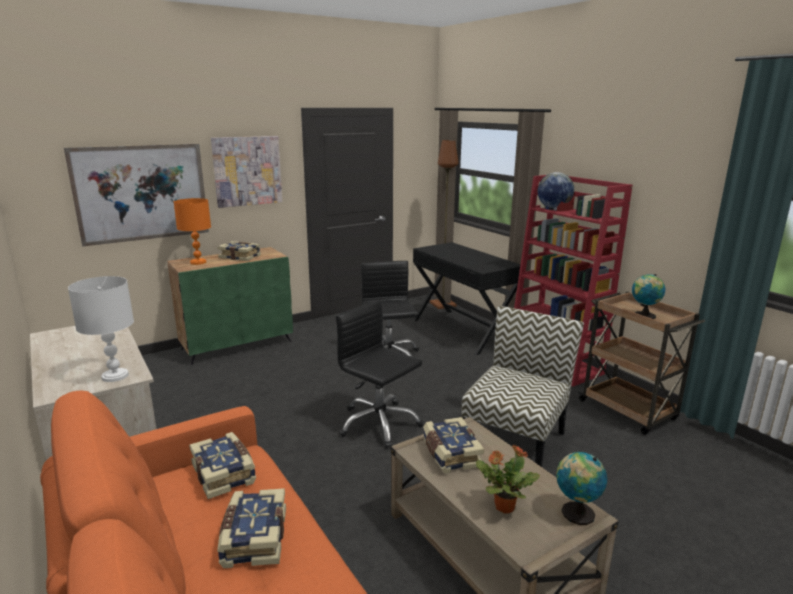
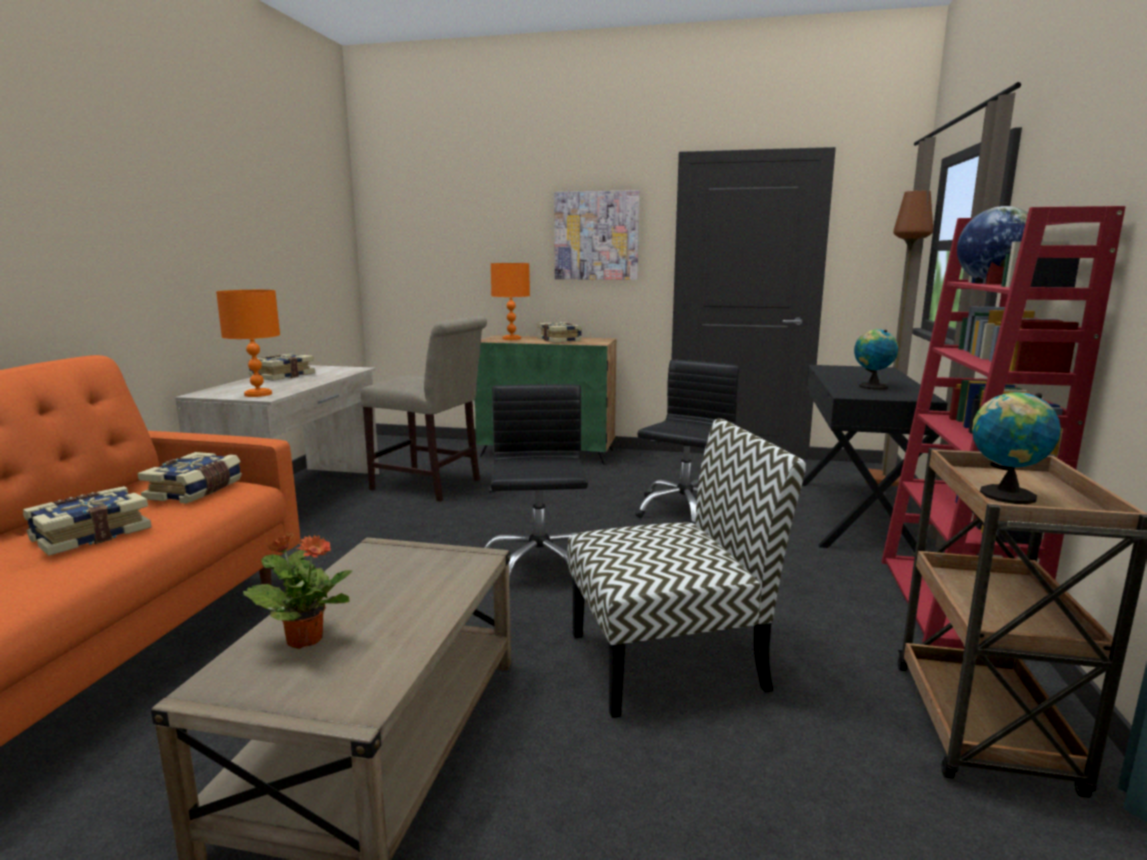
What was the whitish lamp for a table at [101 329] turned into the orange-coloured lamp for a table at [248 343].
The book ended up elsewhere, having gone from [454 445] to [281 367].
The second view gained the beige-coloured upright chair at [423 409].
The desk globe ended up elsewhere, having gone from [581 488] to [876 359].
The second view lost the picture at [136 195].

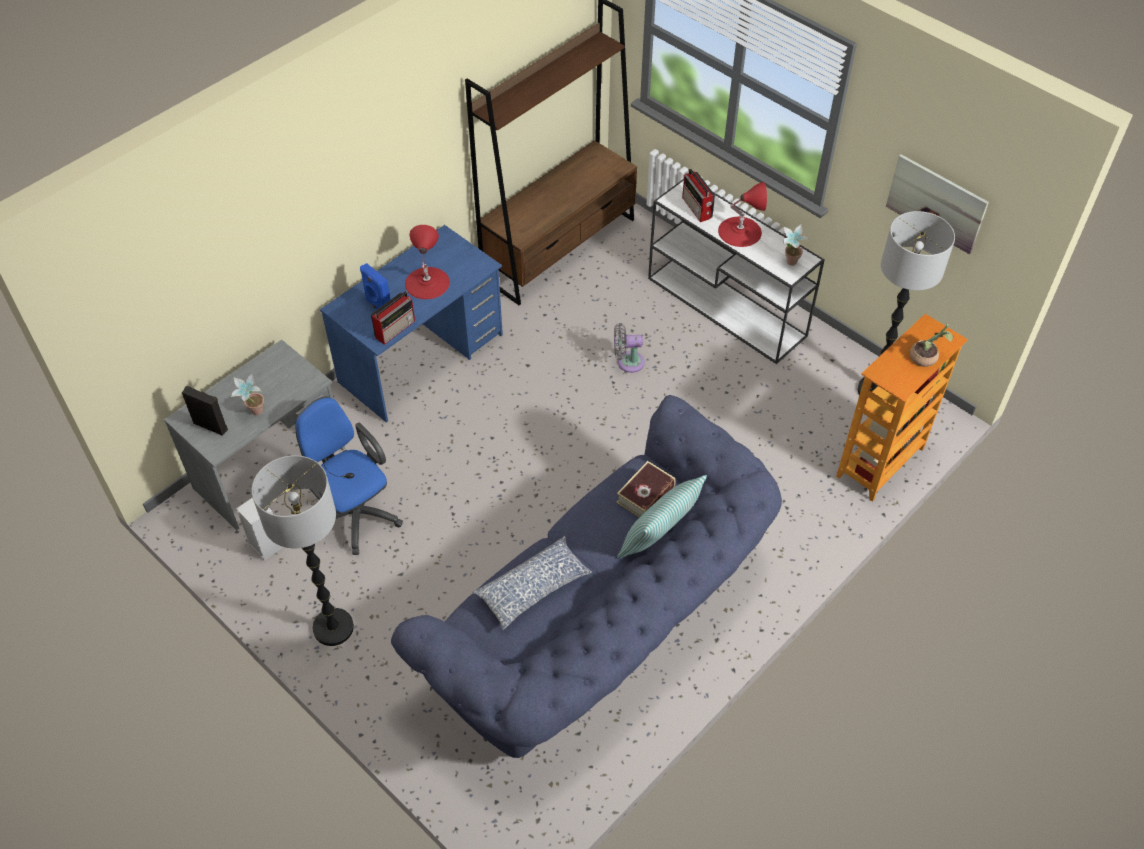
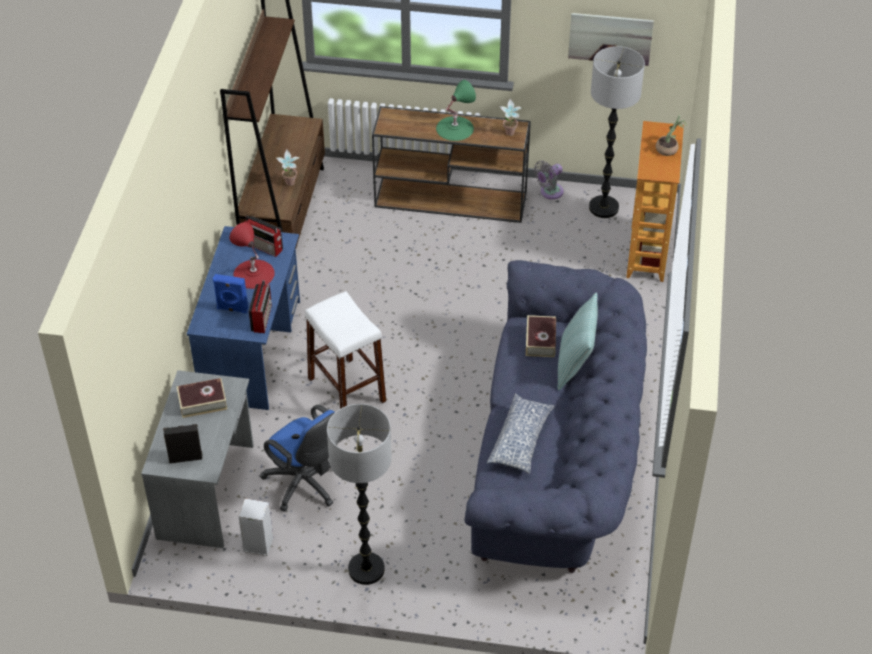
The second view gained the book at [201 398].
The radio receiver ended up elsewhere, having gone from [698 195] to [264 236].
The bluish computer chair at [349 476] ended up facing another way, 150 degrees counterclockwise from before.
The houseplant ended up elsewhere, having gone from [247 394] to [288 167].
The second view gained the whitish sitting stool at [345 350].
What was the whitish console table at [736 271] turned into the brownish console table at [451 164].
What was the red-coloured lamp for a table at [742 214] turned into the green lamp for a table at [456 110].
The gray fan ended up elsewhere, having gone from [629 348] to [548 180].

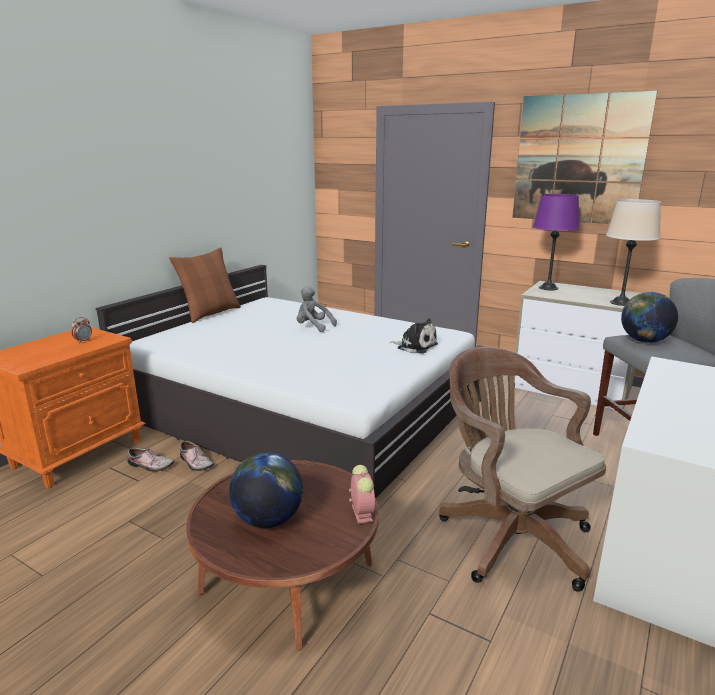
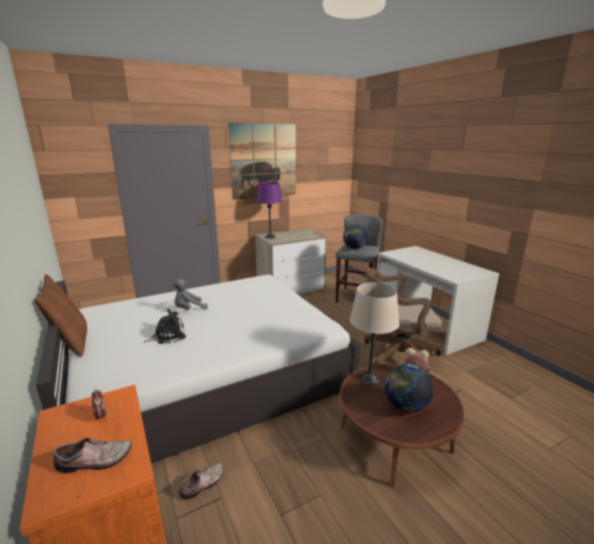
The item of footwear ended up elsewhere, having gone from [197 456] to [92 455].
The cuddly toy ended up elsewhere, having gone from [414 336] to [164 326].
The beige-coloured lamp for a table ended up elsewhere, having gone from [633 252] to [374 334].

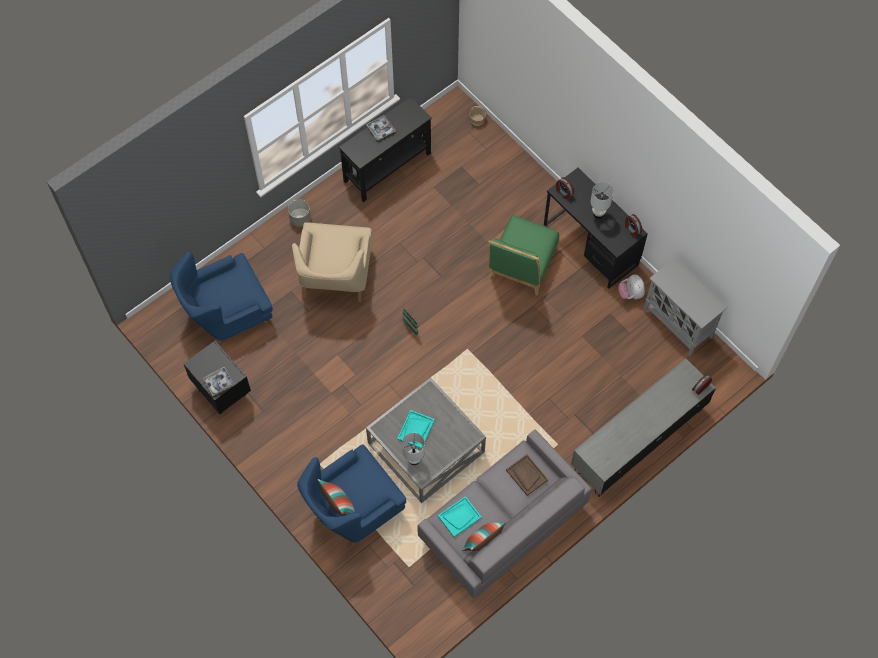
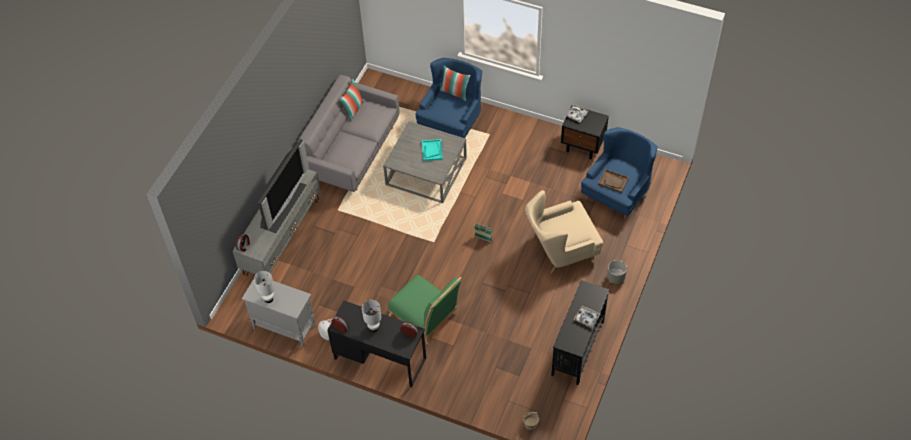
The whitish lamp for a table ended up elsewhere, having gone from [413 449] to [264 287].
The second view gained the TV at [283 186].
The green upright chair at [523 255] ended up facing another way, 135 degrees clockwise from before.
The beige-coloured armchair at [332 262] ended up facing another way, 90 degrees counterclockwise from before.
The brownish tray ended up elsewhere, having gone from [527 475] to [613 181].
The second view lost the blue-green tray at [460 516].

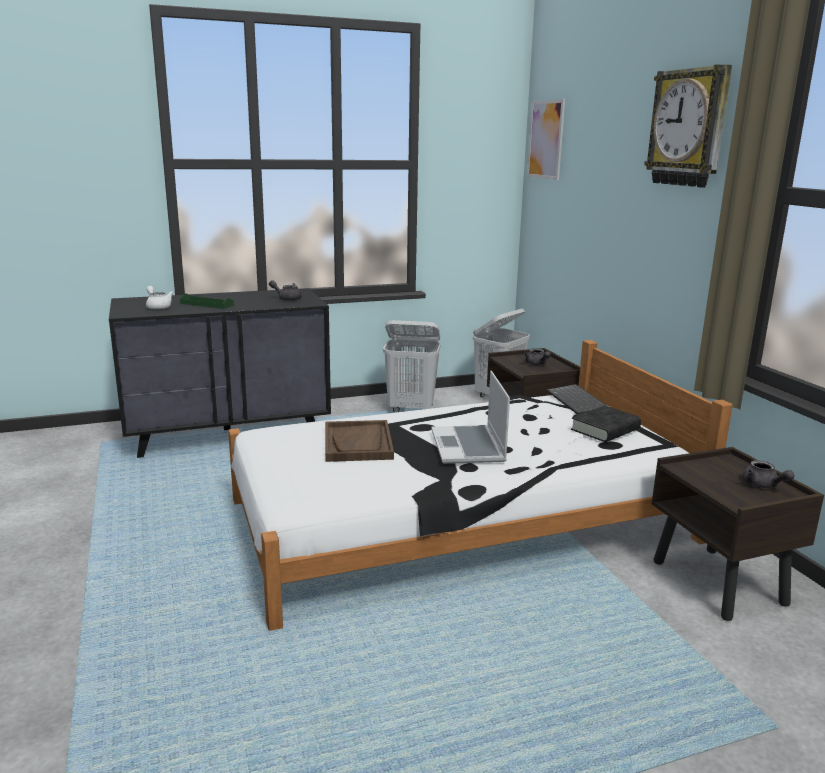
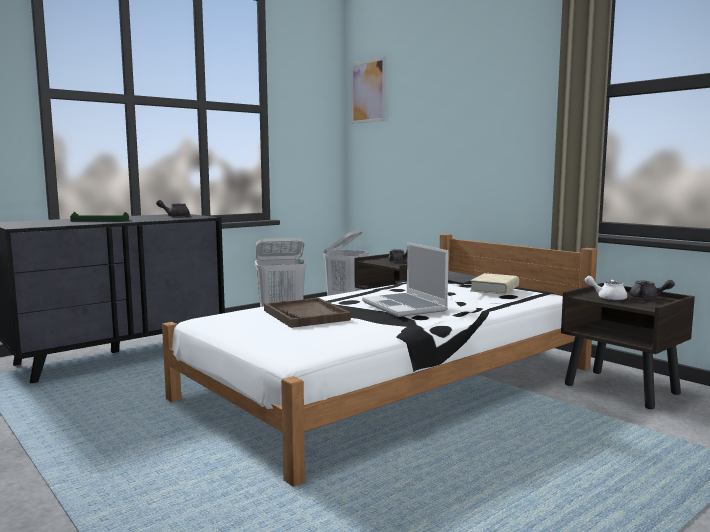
What was the black-coloured book at [606 423] turned into the beige-coloured book at [494 284].
The whitish pot for tea ended up elsewhere, having gone from [159 298] to [606 288].
The second view lost the clock on the wall at [688 126].

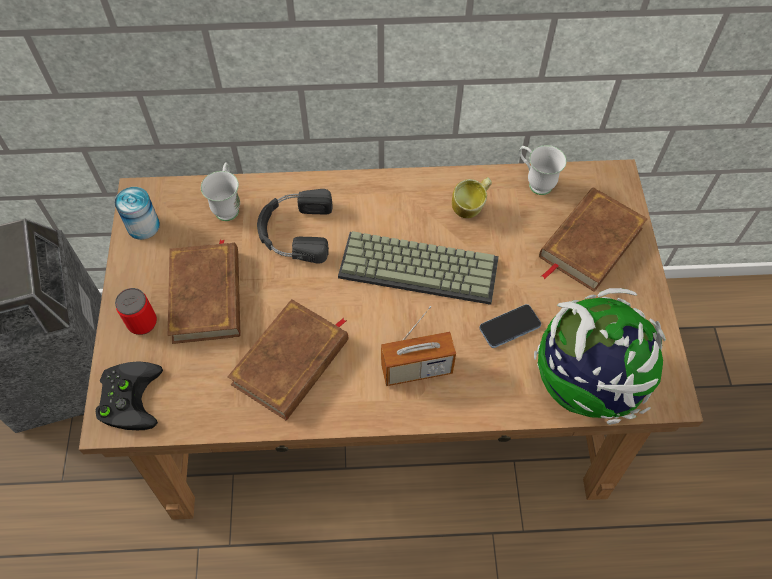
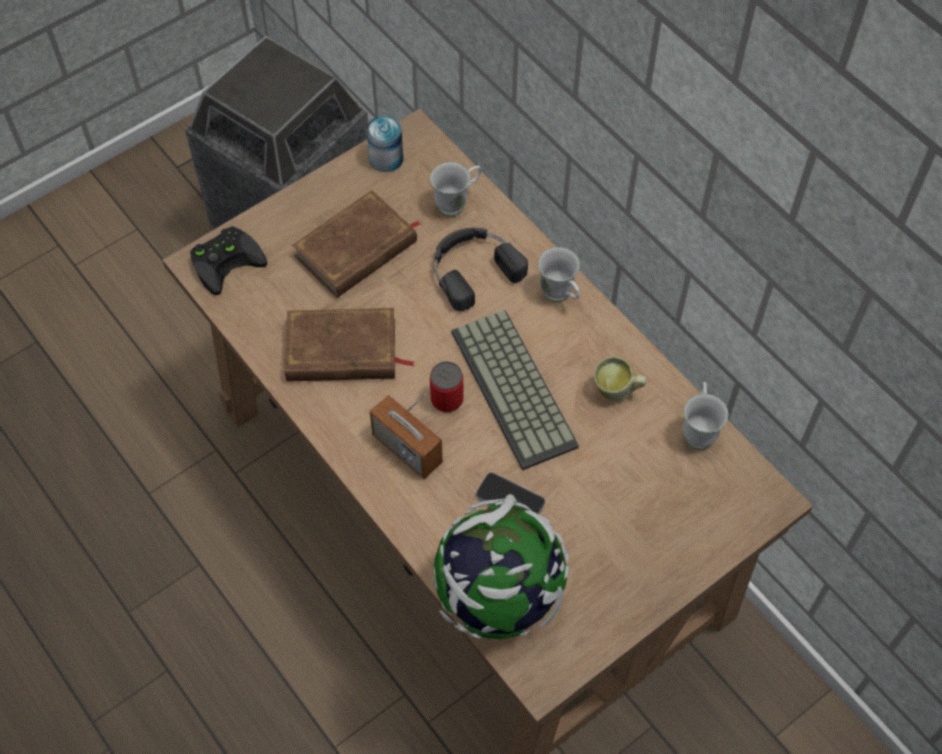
The metal can ended up elsewhere, having gone from [136 311] to [447 386].
The second view gained the whitish mug at [559 274].
The second view lost the brownish book at [593 239].

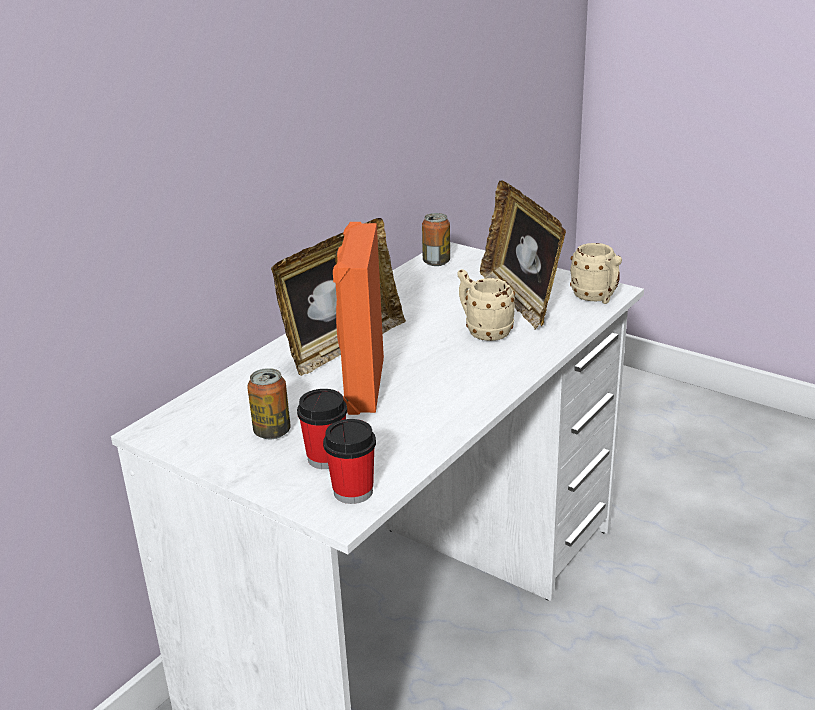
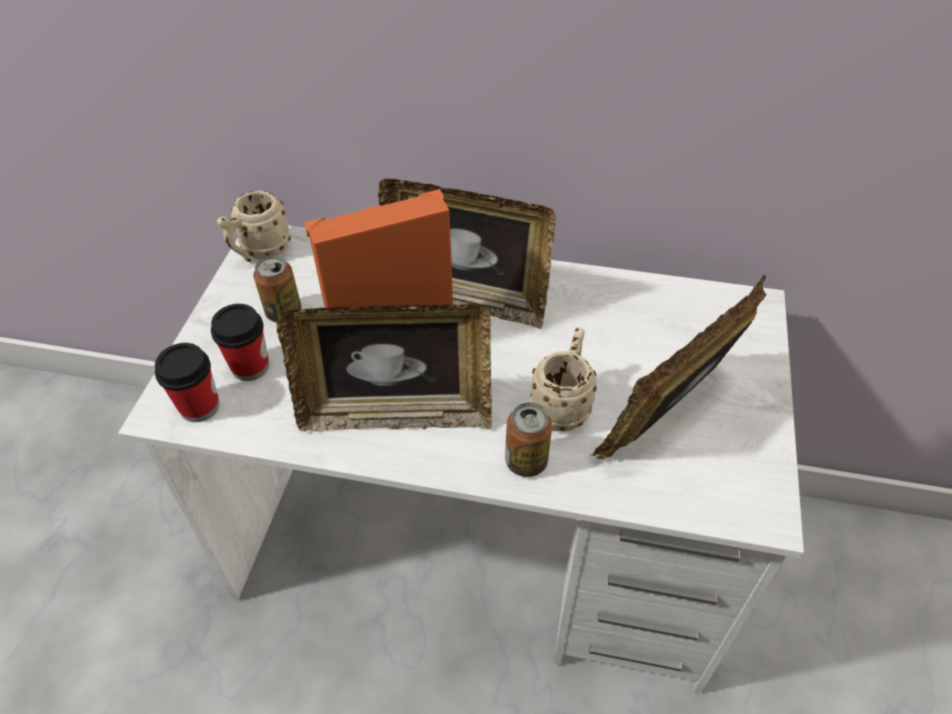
The beige-coloured mug ended up elsewhere, having gone from [596 273] to [254 226].
The second view gained the picture frame at [384 368].
The metal can ended up elsewhere, having gone from [436 239] to [528 440].

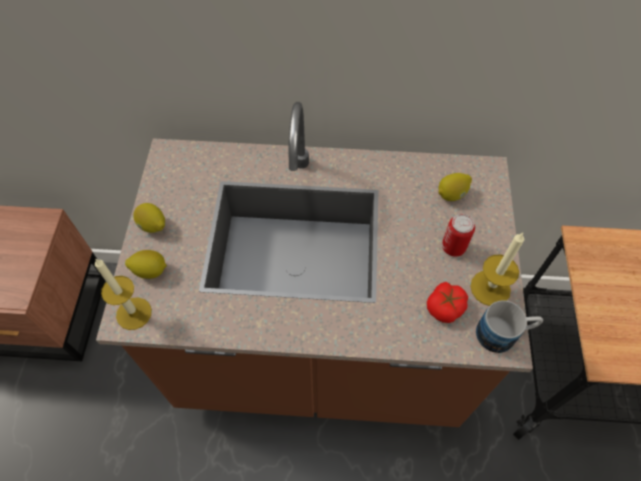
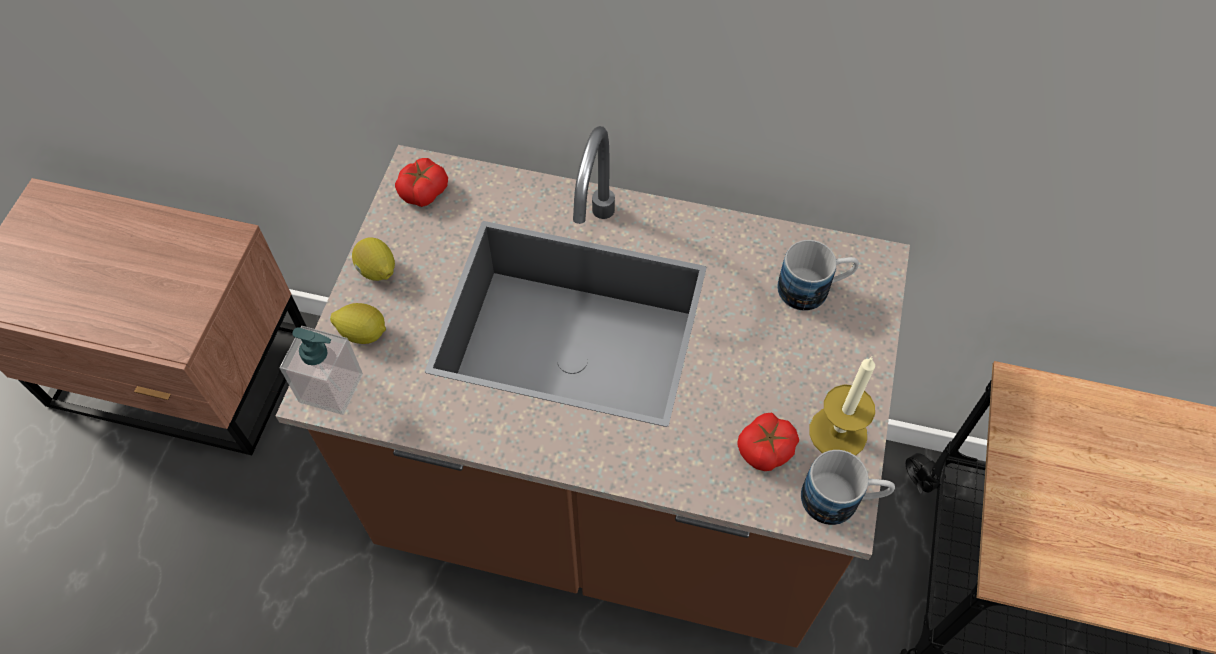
Where the candle stood at [123 294], the liquid soap bottle came to stand at [321 370].
The second view gained the whole tomato at [421 182].
Where the lemon stood at [455 187], the mug came to stand at [818 275].
The second view lost the metal can at [458 235].

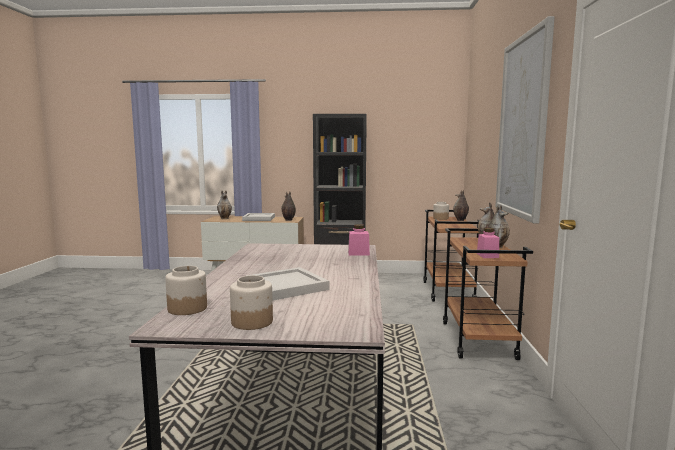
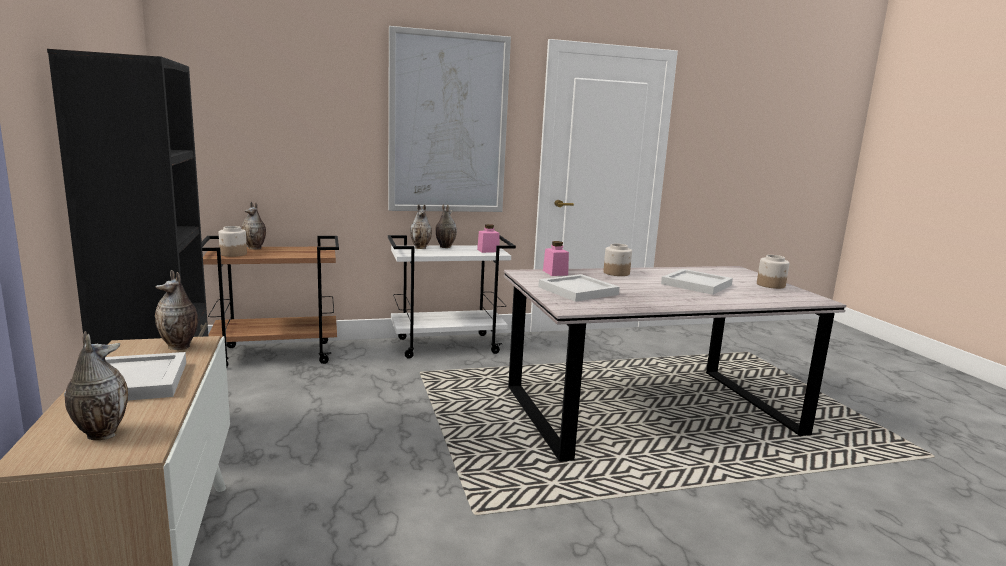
What was the brownish wheeled cart at [488 294] turned into the whitish wheeled cart at [452 297].
The second view gained the whitish tray at [578 288].
The jar ended up elsewhere, having gone from [186 290] to [617 260].

